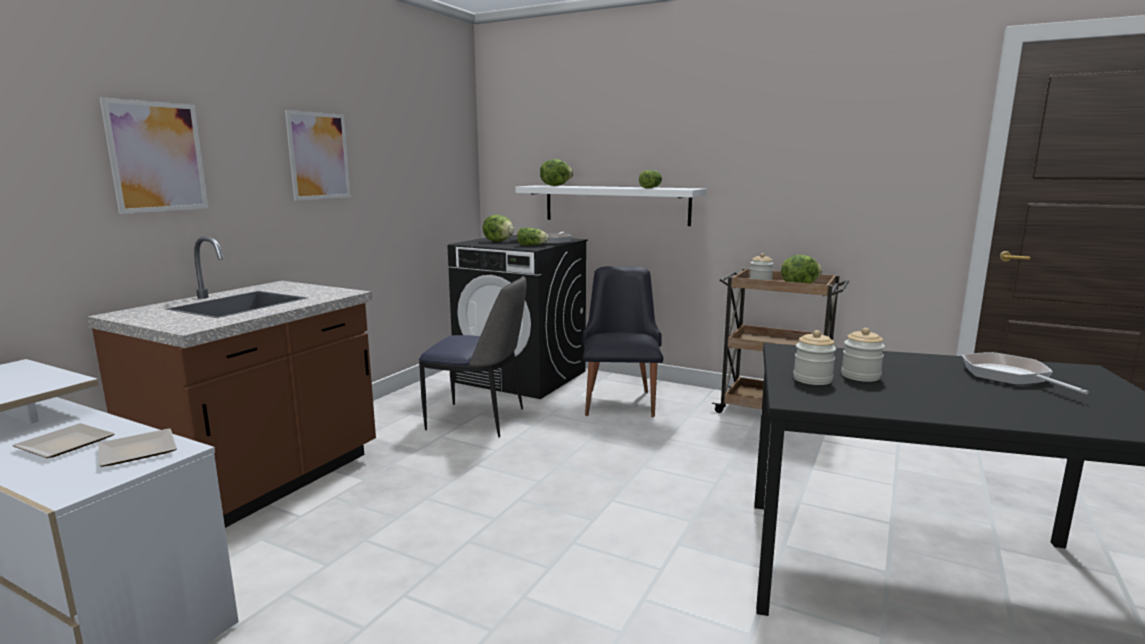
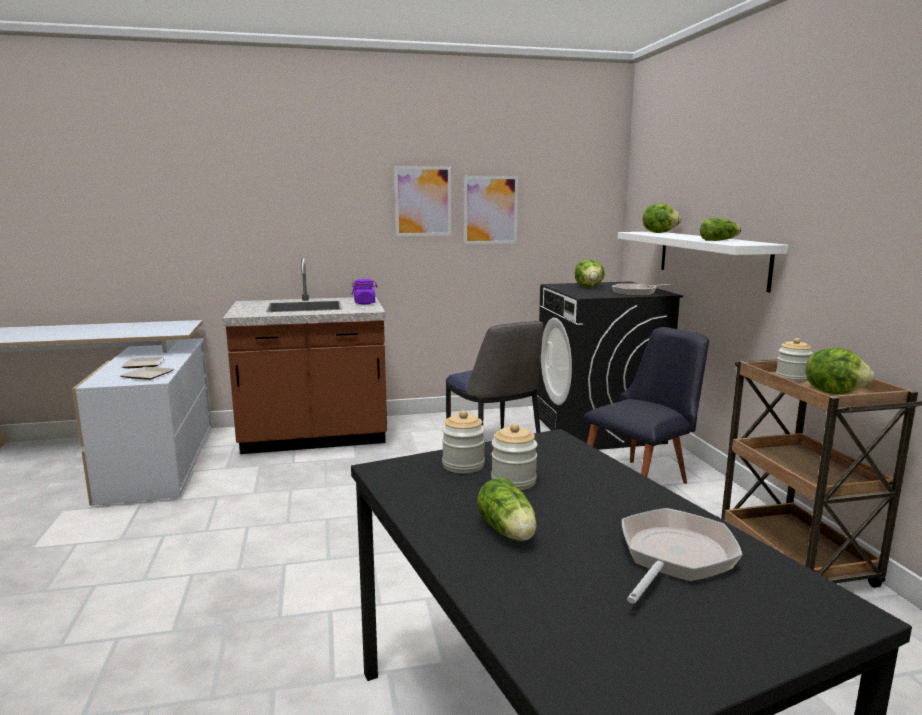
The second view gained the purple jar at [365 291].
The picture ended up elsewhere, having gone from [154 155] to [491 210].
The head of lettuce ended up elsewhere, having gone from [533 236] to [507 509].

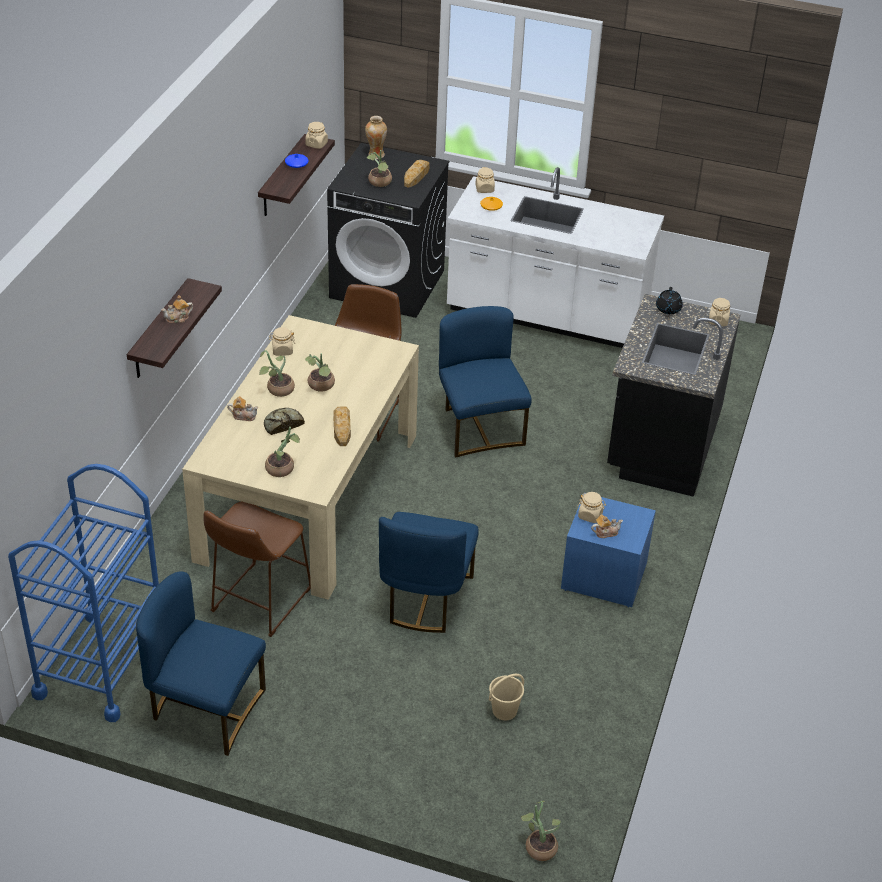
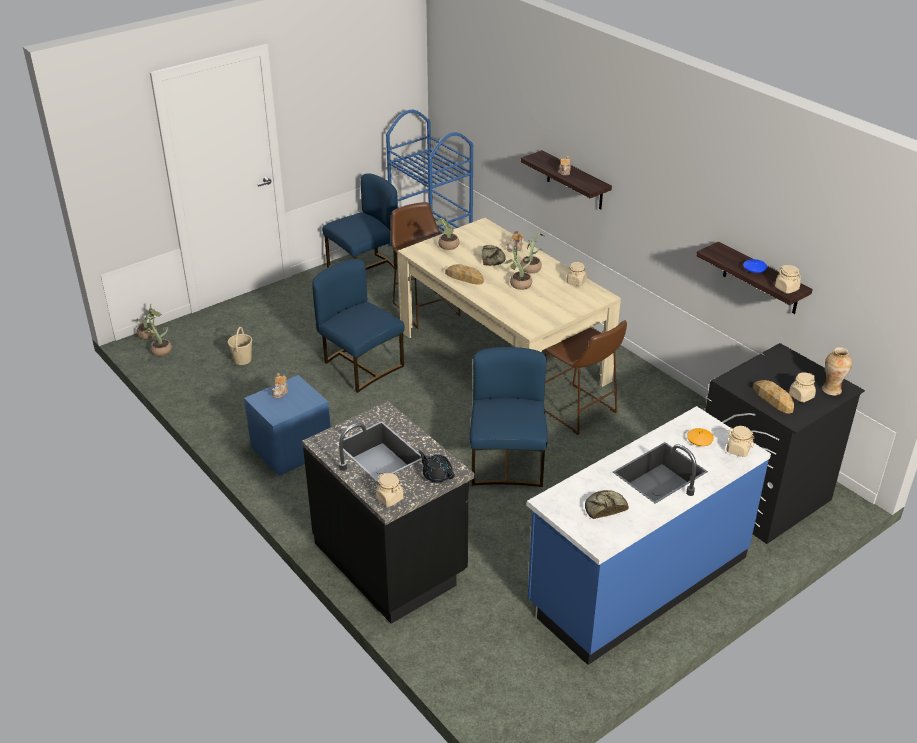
The houseplant ended up elsewhere, having gone from [379 168] to [157 336].
The bluish upright chair at [485 382] ended up facing another way, 105 degrees counterclockwise from before.
What was the whitish kitchen base unit at [555 257] turned into the bluish kitchen base unit at [649 535].
The second view gained the bakery bread at [607 504].
The beige-coloured jar ended up elsewhere, having gone from [592 507] to [802 387].

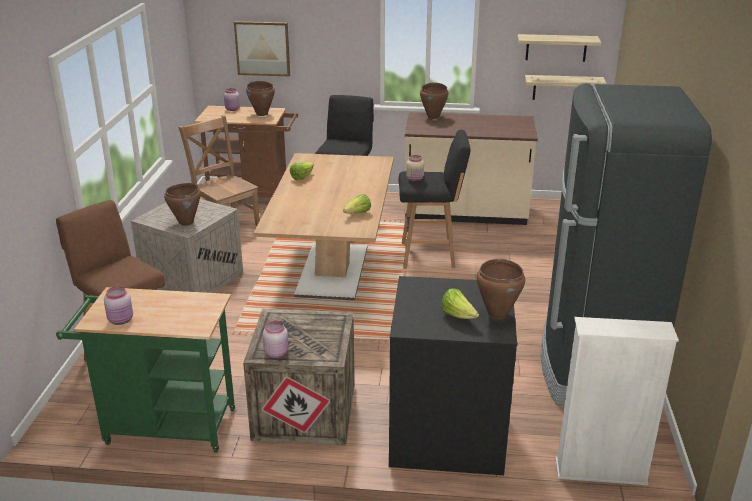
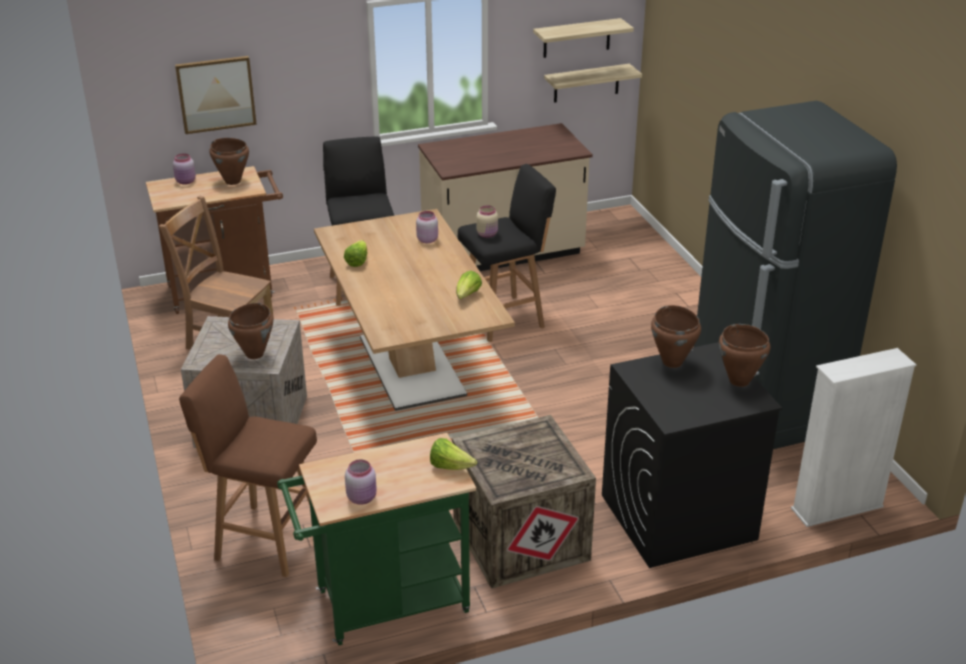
The pink-coloured jar ended up elsewhere, having gone from [276 339] to [427 227].
The head of lettuce ended up elsewhere, having gone from [460 303] to [453 454].
The brownish stockpot ended up elsewhere, having gone from [434 101] to [676 336].

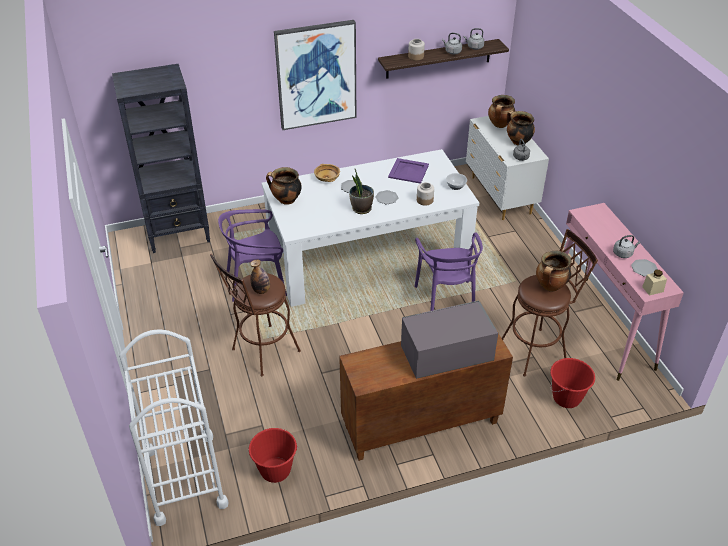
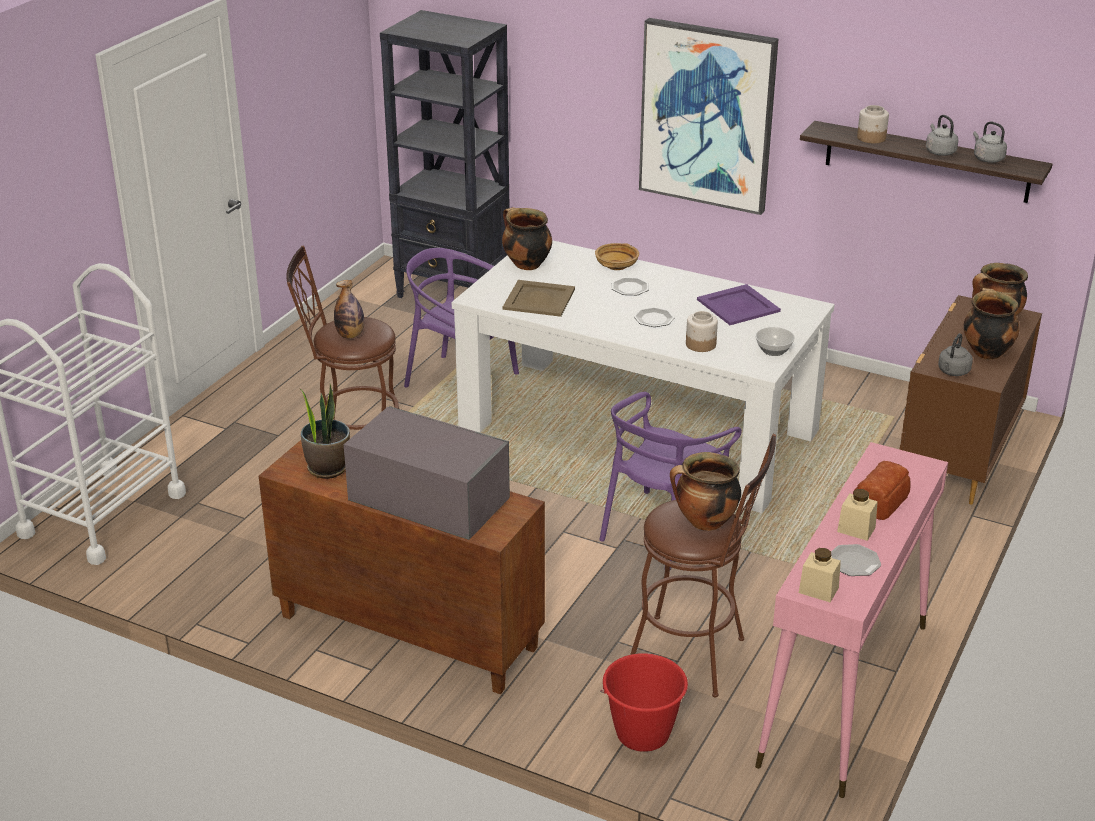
The houseplant ended up elsewhere, having gone from [361 191] to [324 431].
The second view gained the beige-coloured tray at [539 298].
Where the gray water kettle stood at [626 246], the beige-coloured jar came to stand at [857 515].
The second view gained the bakery bread at [882 490].
What was the whitish drawer chest at [507 168] turned into the brownish drawer chest at [971 400].
The second view lost the red-coloured bucket at [273 455].

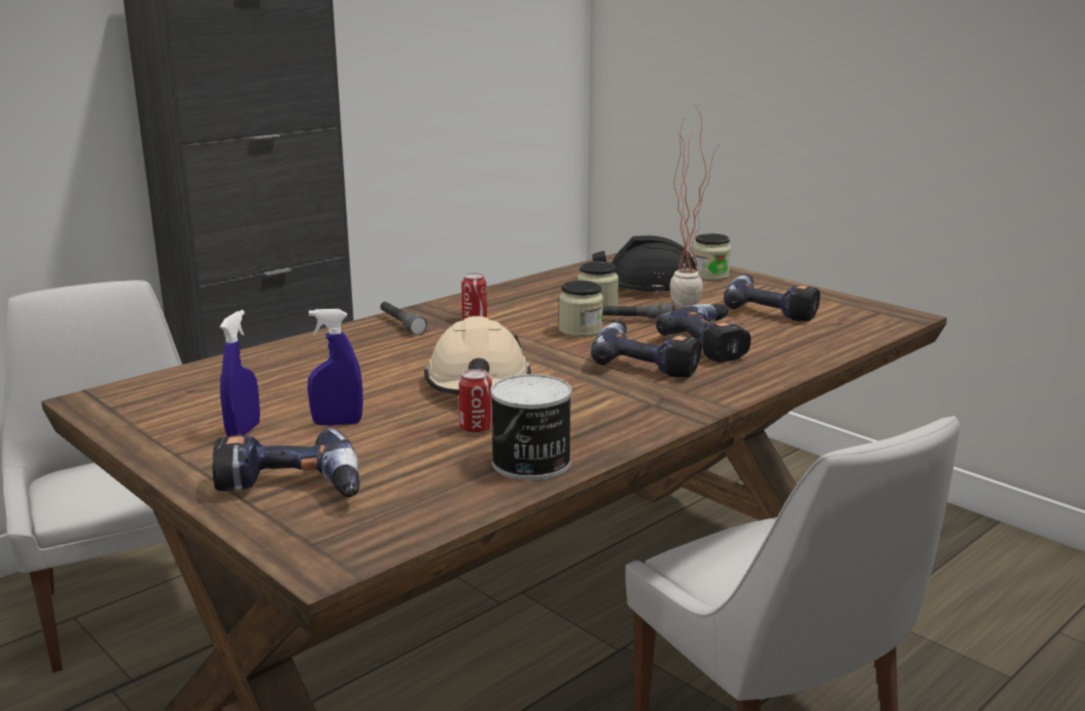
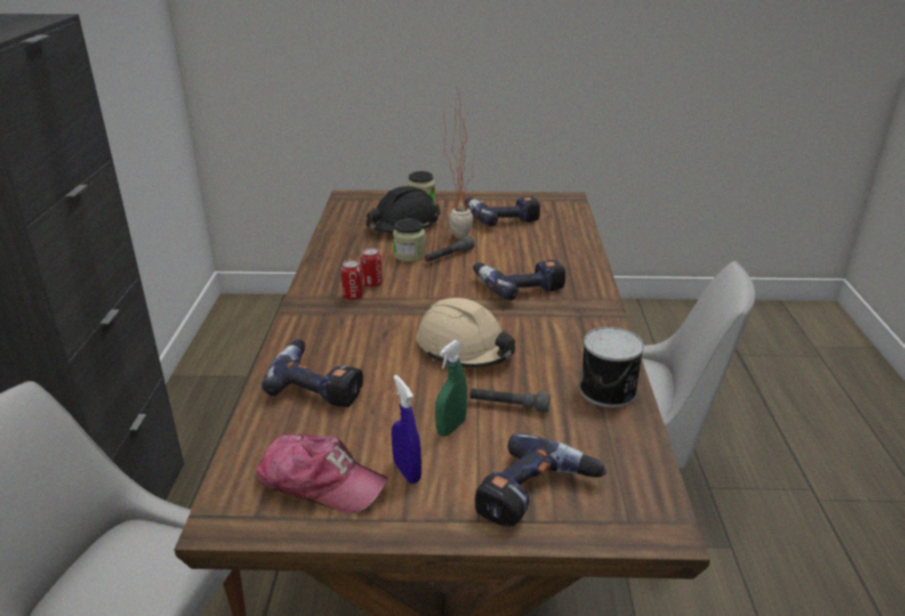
The second view gained the cap at [322 473].
The power drill ended up elsewhere, having gone from [703 333] to [312 373].
The metal can ended up elsewhere, having gone from [475 401] to [371 268].
What was the bluish sprayer at [335 367] turned into the green sprayer at [451 388].
The gray hand torch ended up elsewhere, having gone from [403 318] to [510 400].
The second view lost the jar at [581 308].

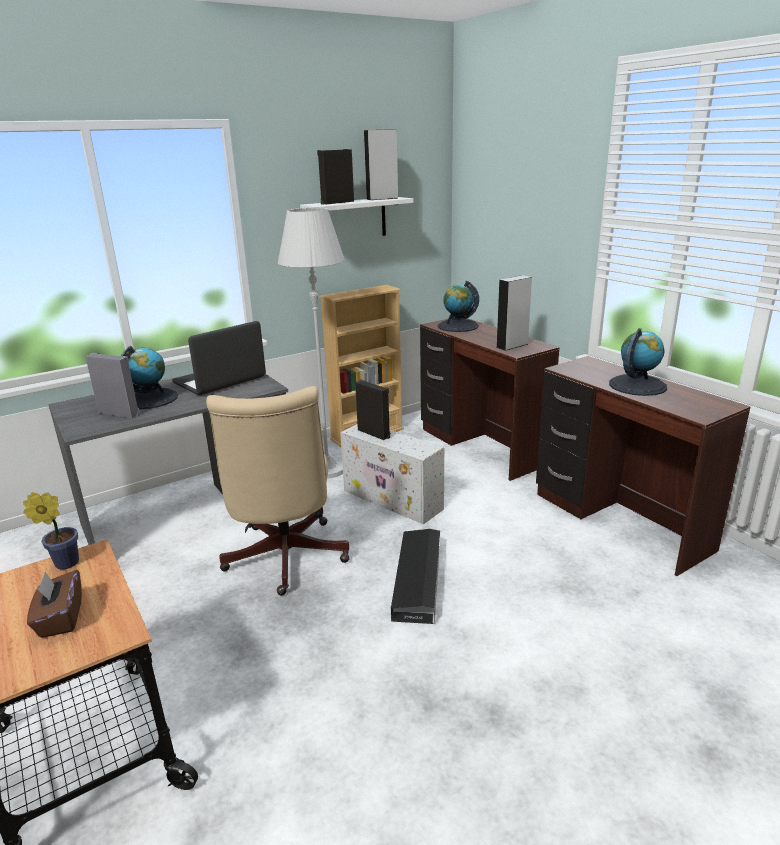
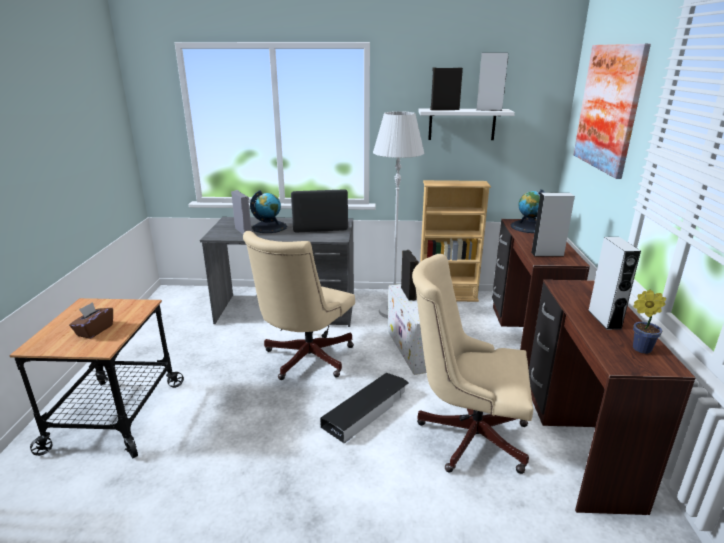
The second view gained the beige-coloured computer chair at [472 364].
The second view gained the picture at [612 111].
Where the desk globe stood at [638 362], the gray speaker came to stand at [614 283].
The houseplant ended up elsewhere, having gone from [51 530] to [649 322].

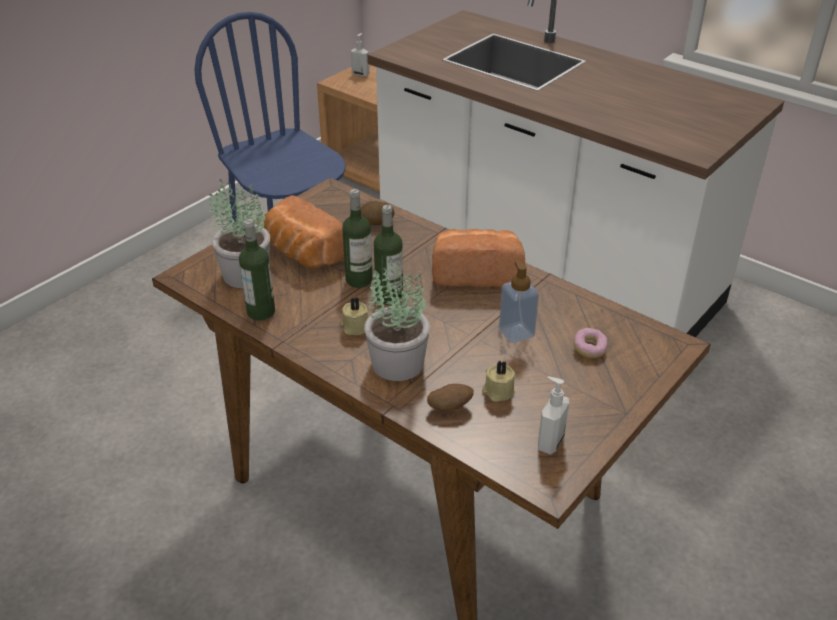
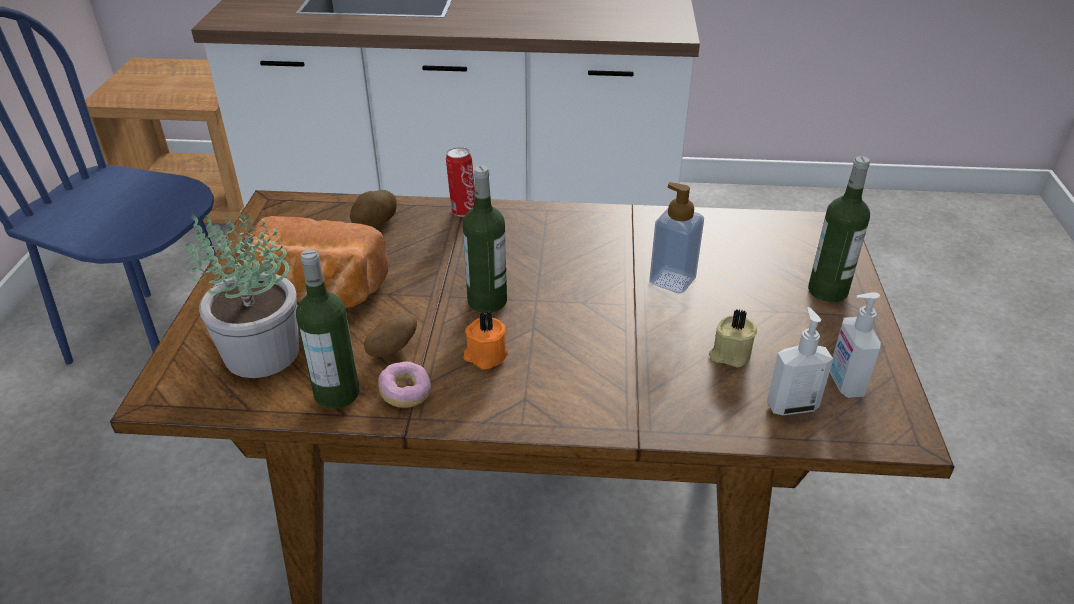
The whole potato ended up elsewhere, having gone from [450 397] to [390 335].
The ring doughnut ended up elsewhere, having gone from [590 343] to [404 385].
The second view gained the metal can at [460 182].
What was the beige-coloured candle at [354 316] turned into the orange-coloured candle at [486 341].
The liquid soap bottle ended up elsewhere, having gone from [360 55] to [800 361].
The bottle ended up elsewhere, having gone from [357 238] to [839 229].
The second view lost the houseplant at [397 319].
The second view lost the bakery bread at [478 258].

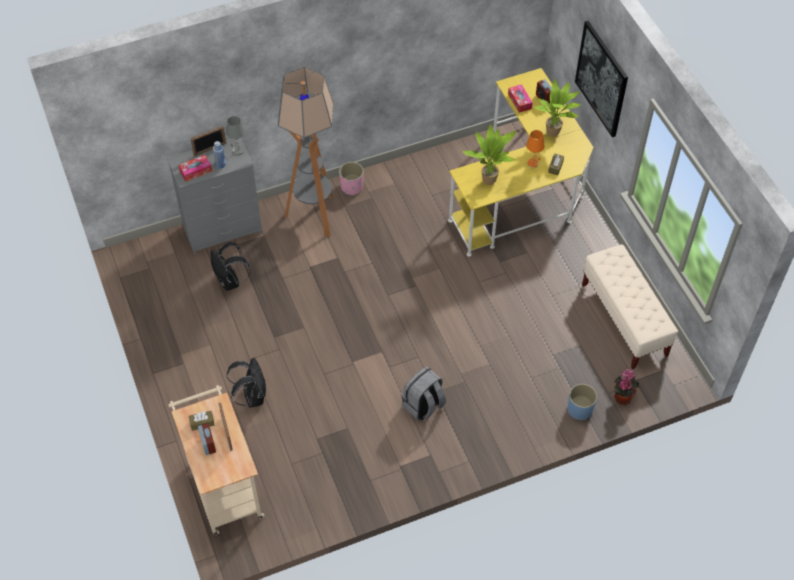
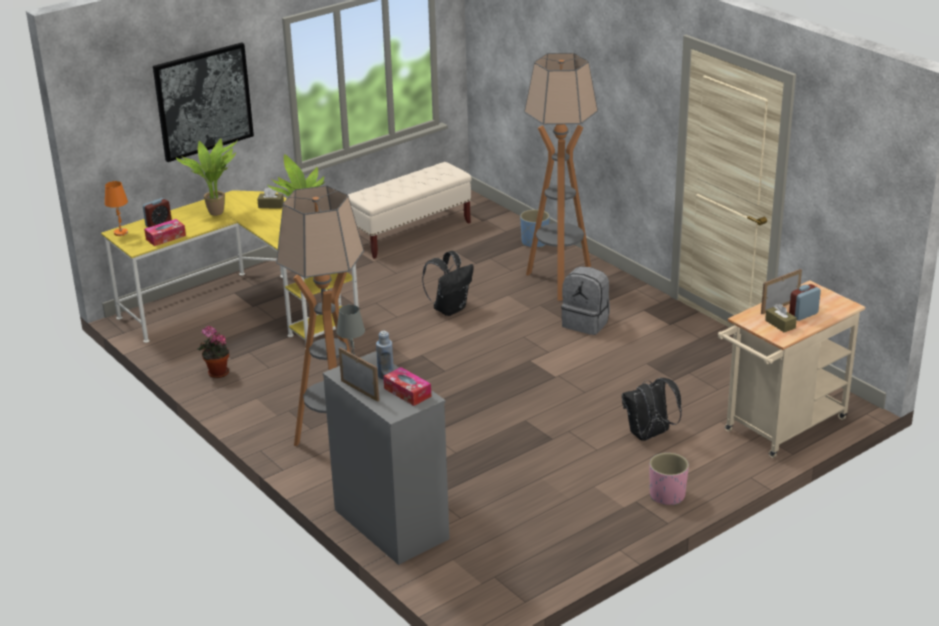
The orange-coloured lamp for a table ended up elsewhere, having gone from [535 149] to [116 208].
The houseplant ended up elsewhere, having gone from [626 387] to [213 352].
The black-coloured rucksack ended up elsewhere, having gone from [230 266] to [448 283].
The second view gained the floor lamp at [561 177].
The pink-coloured flower pot ended up elsewhere, having gone from [351 178] to [669 479].

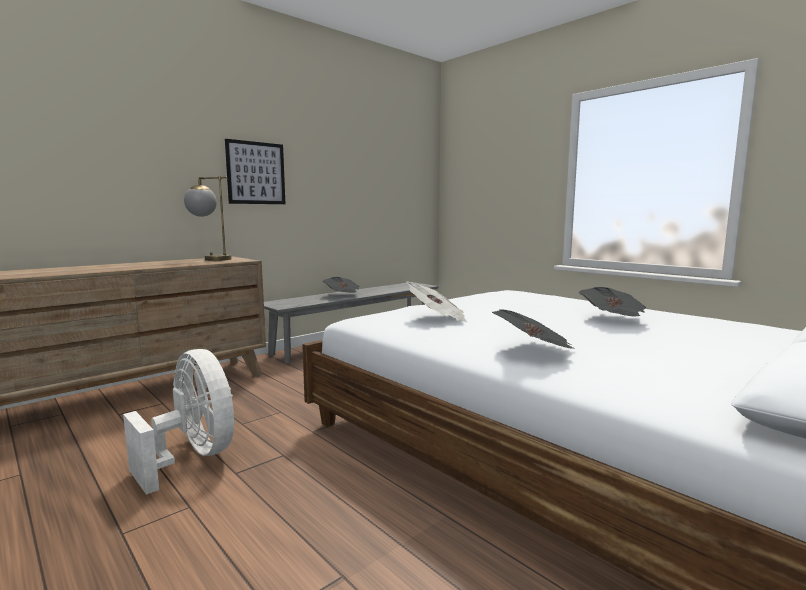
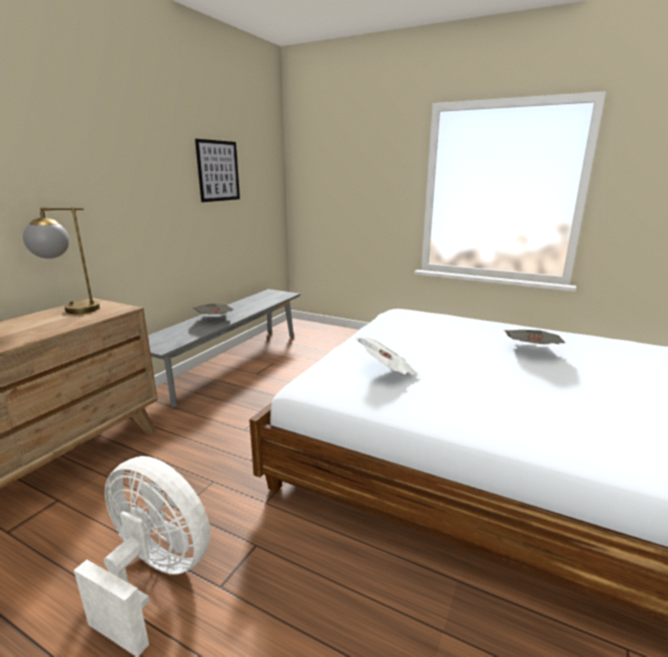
The picture ended up elsewhere, having gone from [255 171] to [217 170].
The second view lost the newspaper at [532 328].

